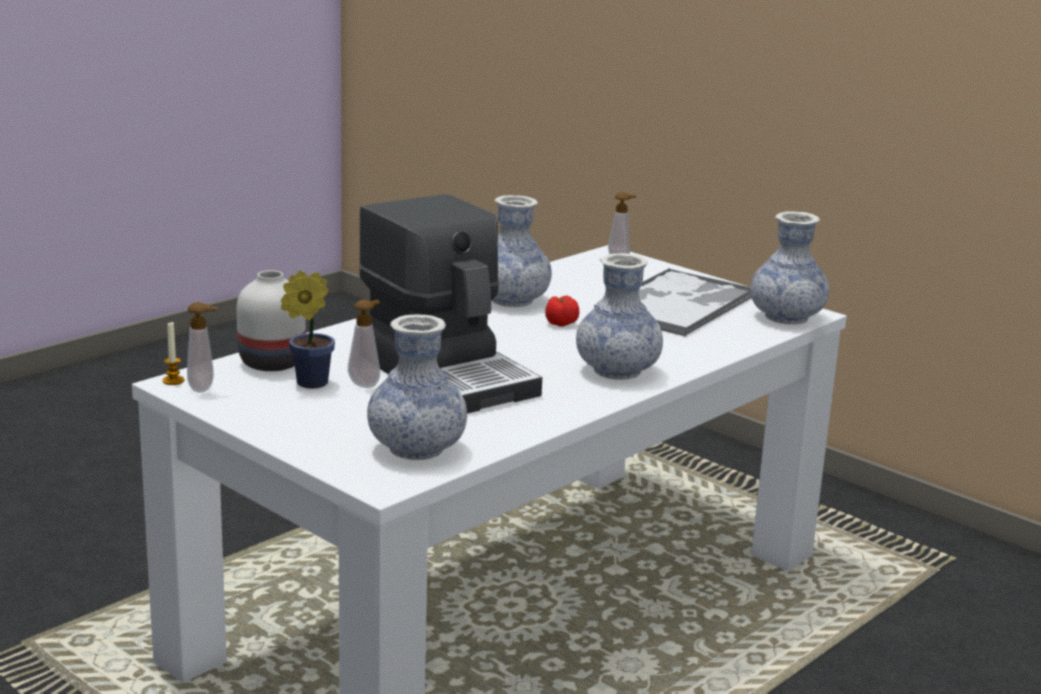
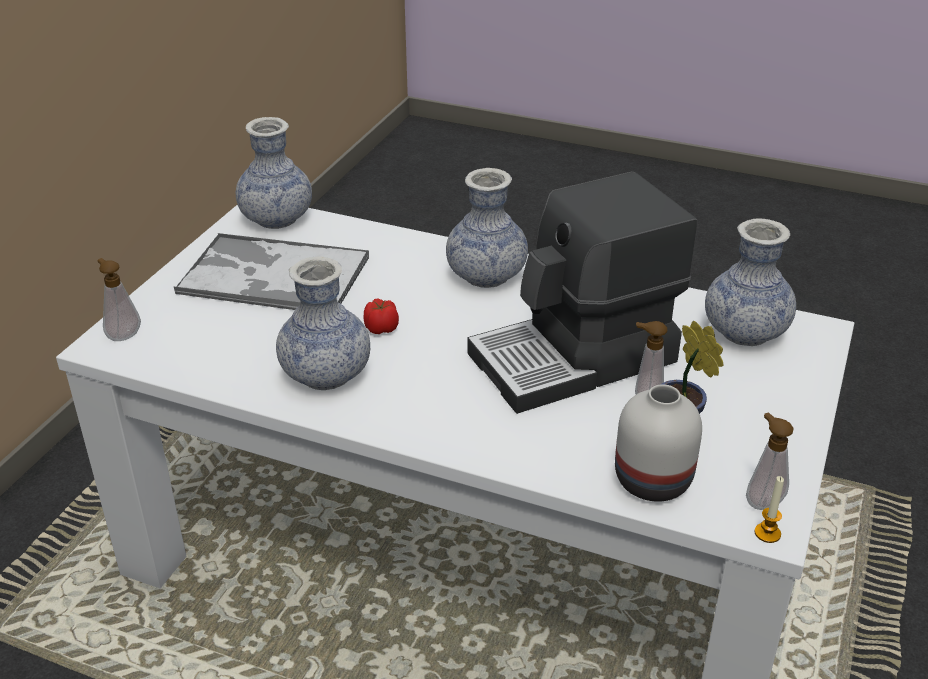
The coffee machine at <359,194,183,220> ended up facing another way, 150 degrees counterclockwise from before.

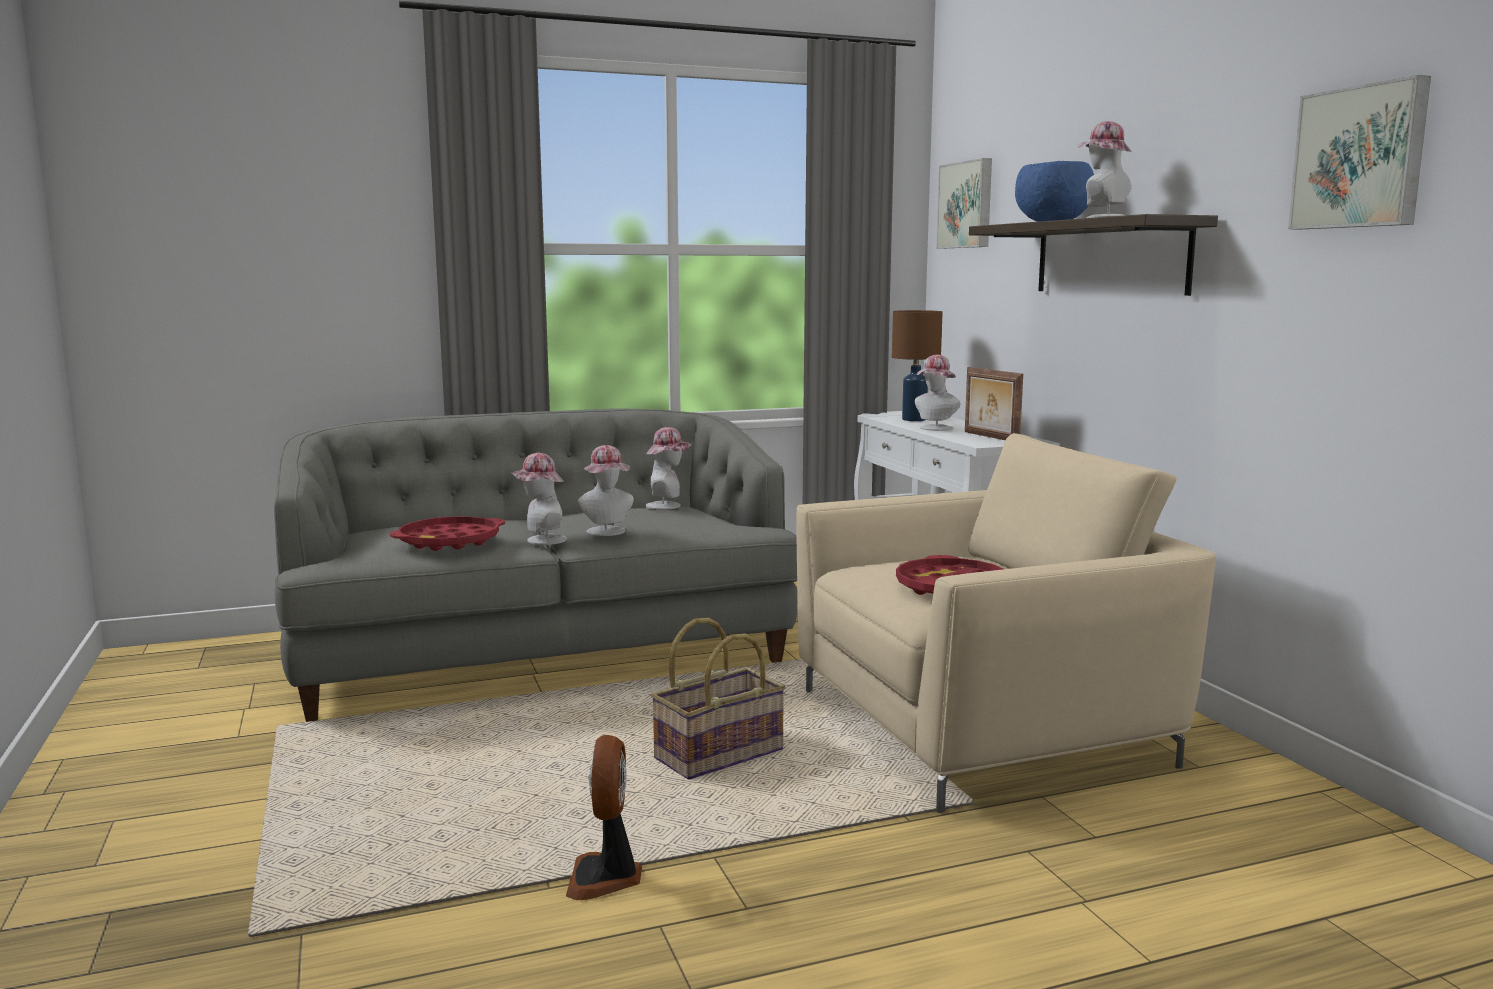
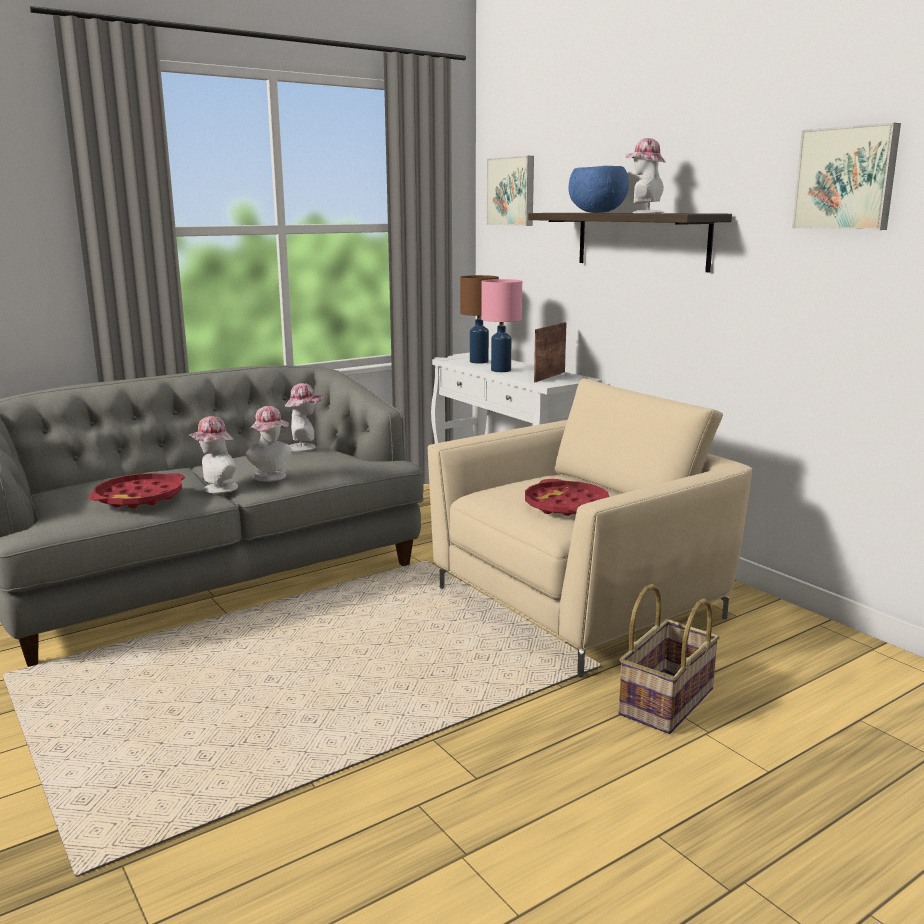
Where the hat stood at <915,355,45,76>, the table lamp in pink came to stand at <481,279,41,93>.
The picture frame at <965,367,58,73> ended up facing another way, 75 degrees clockwise from before.
The basket ended up elsewhere, having gone from <651,618,135,161> to <618,584,102,150>.
The second view lost the fan at <566,735,76,165>.

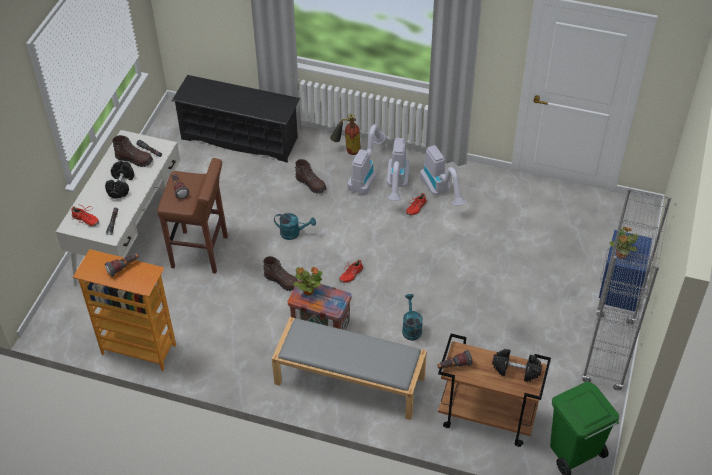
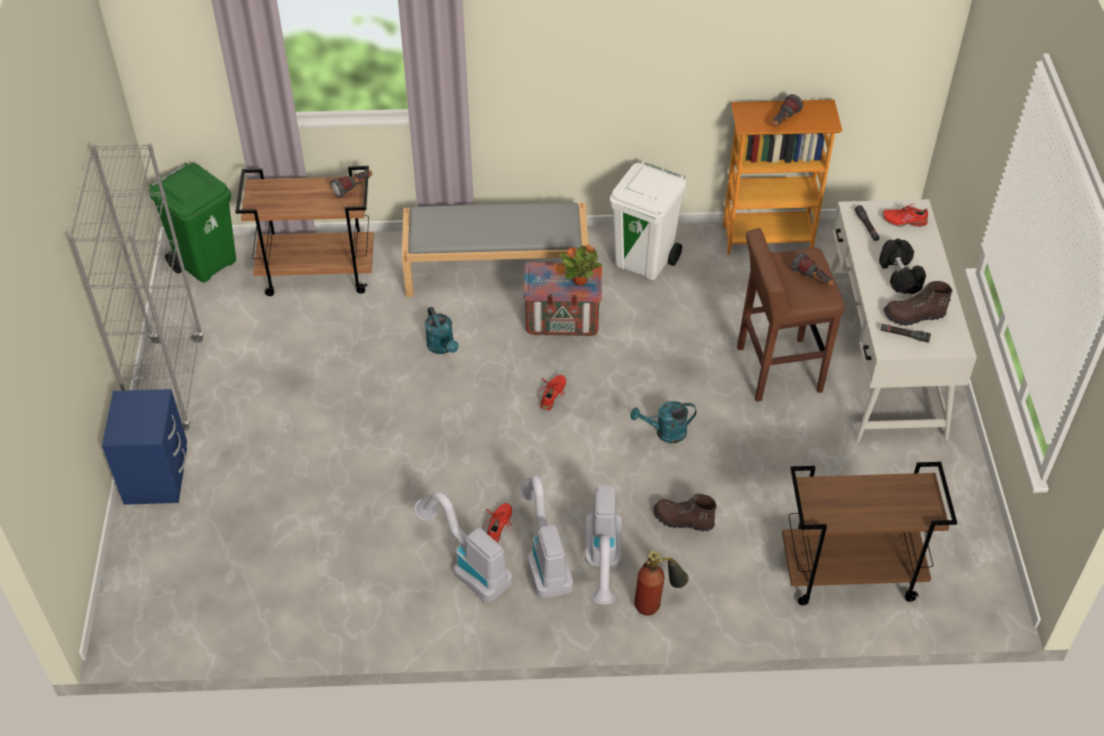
The second view gained the trash can in white at <610,161,76,120>.
Where the shoe rack in black stood at <172,75,128,87>, the cart in brown came to stand at <782,462,175,143>.
The second view lost the boot in brown at <263,256,35,35>.
The second view lost the dumbbell in black at <492,349,50,33>.
The second view lost the potted plant at <609,227,29,31>.

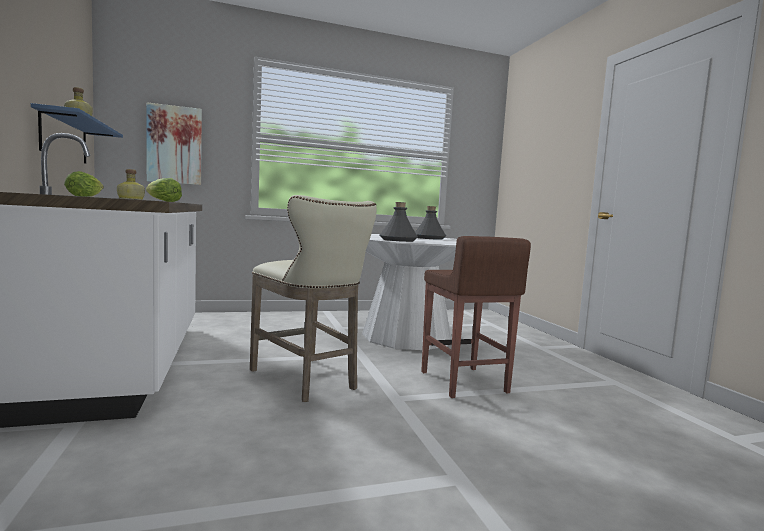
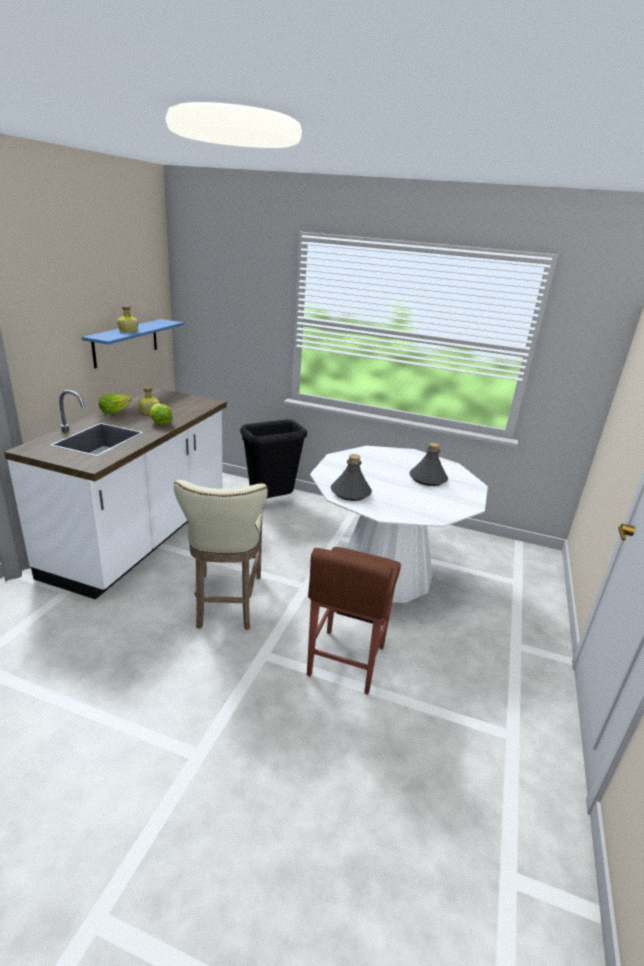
The second view gained the trash can in black at <240,419,67,79>.
The second view lost the picture at <146,102,56,83>.

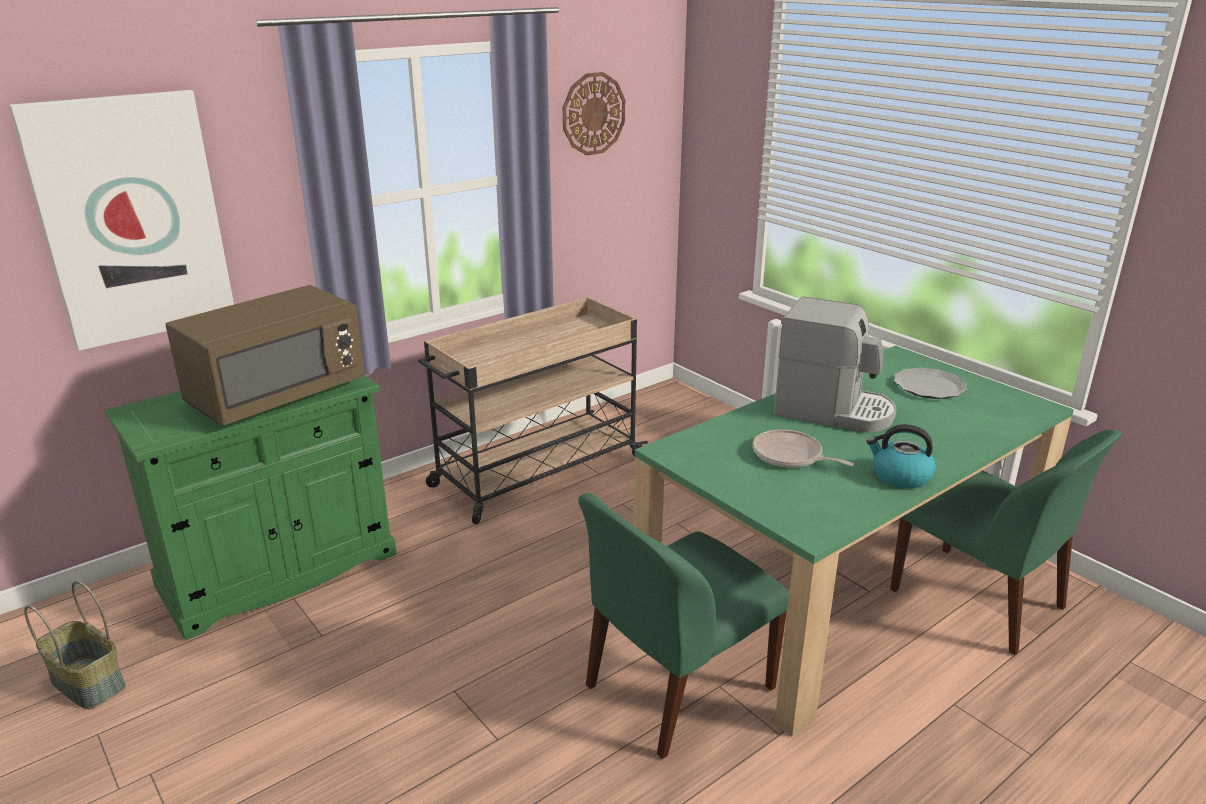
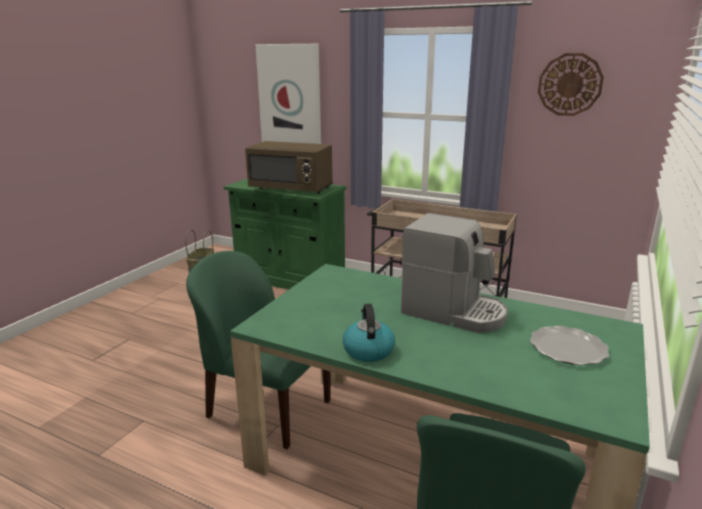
The coffee machine at <774,296,122,137> ended up facing another way, 60 degrees counterclockwise from before.
The second view lost the frying pan at <753,429,101,39>.

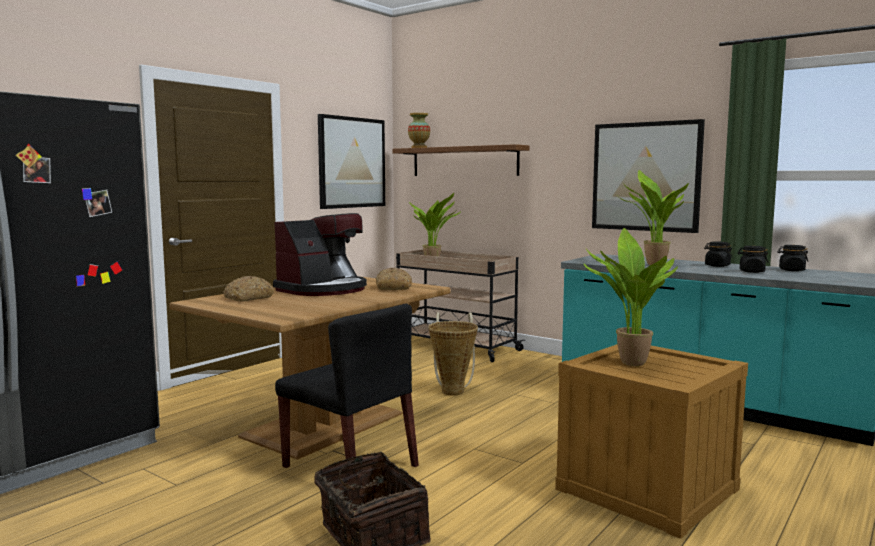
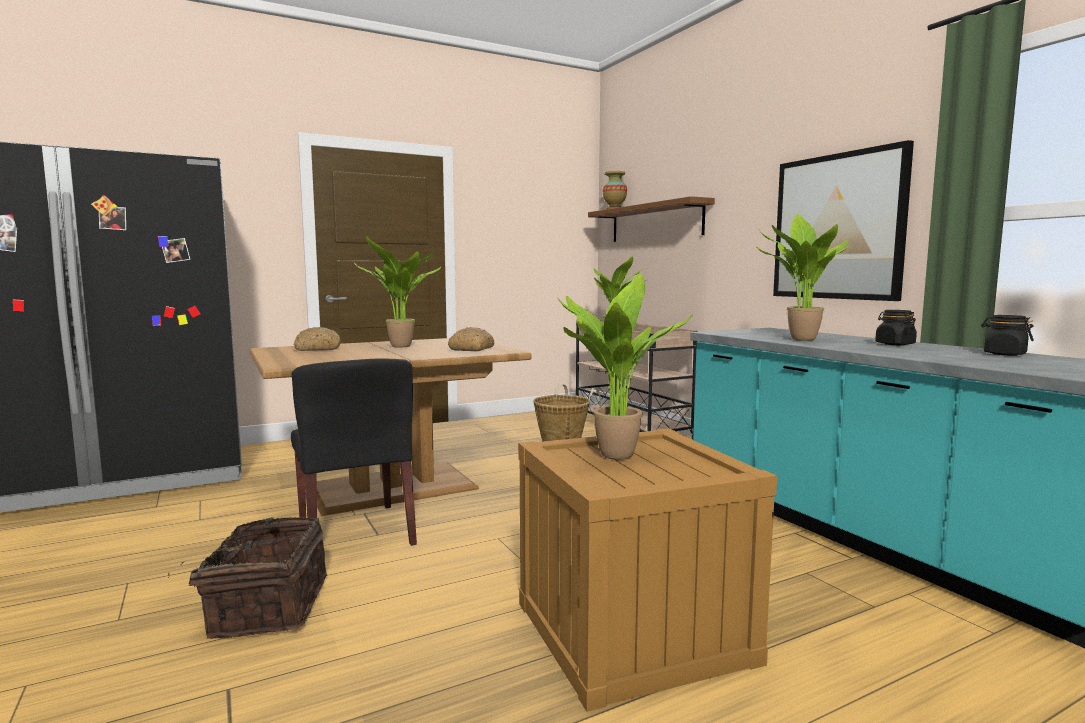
Where the coffee machine stood at <273,213,94,83>, the potted plant came to stand at <354,236,87,112>.
The second view lost the picture at <318,114,67,95>.
The second view lost the jar in black at <737,246,31,27>.

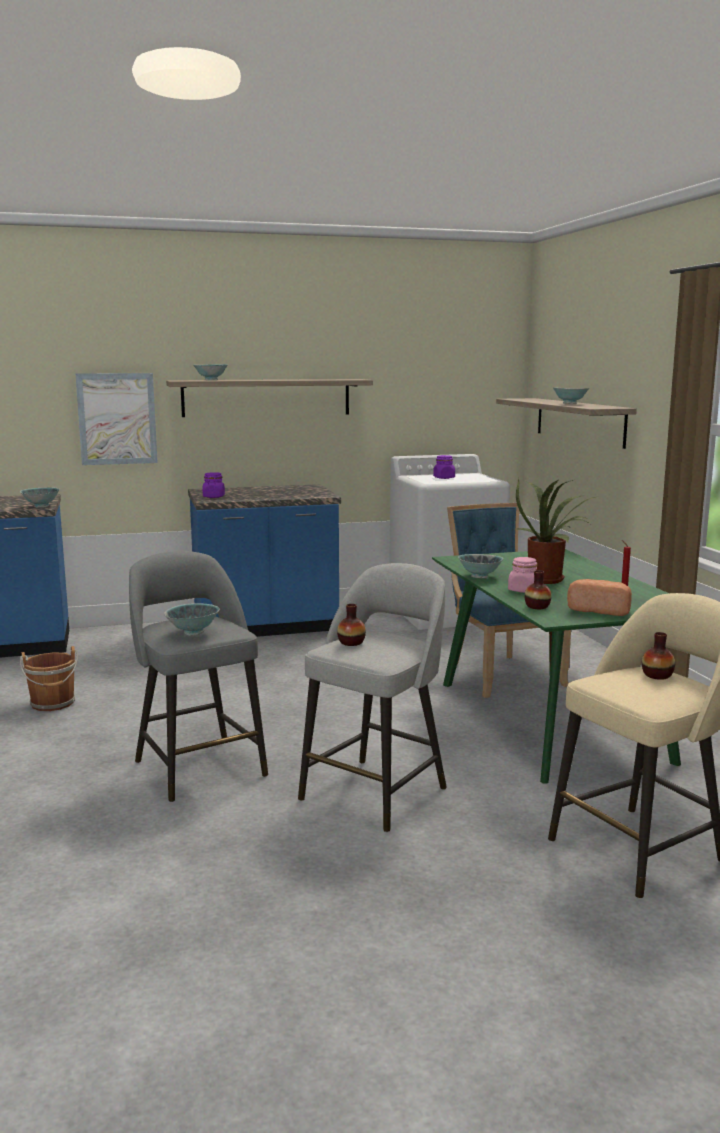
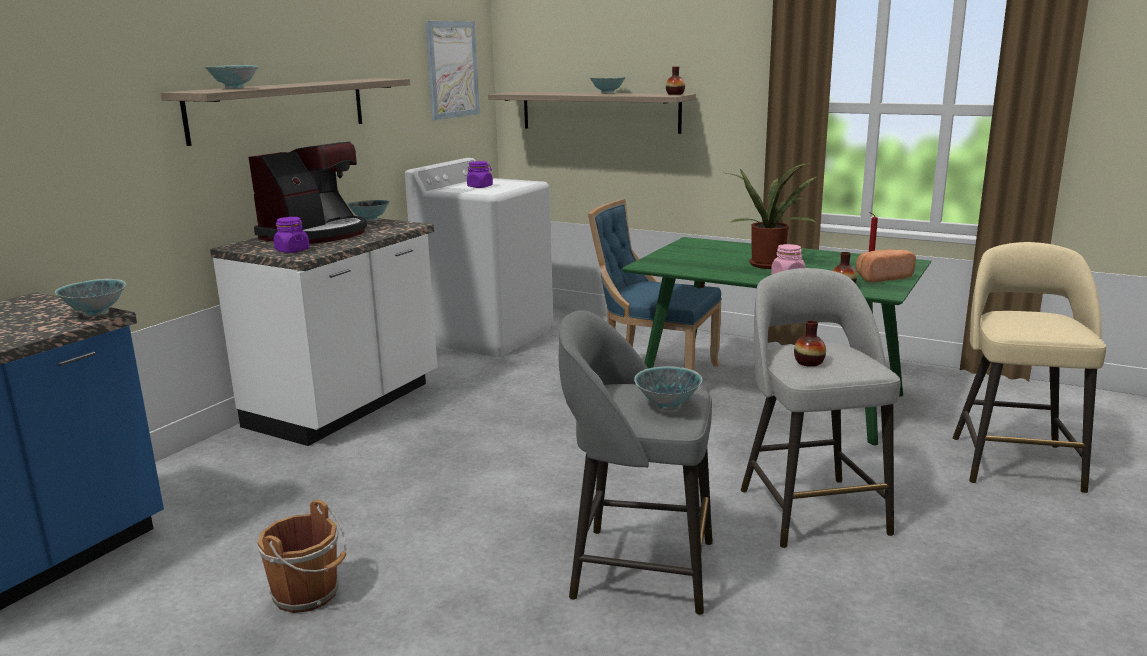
What was the counter in blue at <188,484,153,153> turned into the counter in white at <210,218,227,228>.
The second view gained the coffee machine at <249,142,118,102>.
The bowl ended up elsewhere, having gone from <458,554,45,24> to <347,200,43,22>.
The picture ended up elsewhere, having gone from <76,373,82,92> to <425,21,55,99>.
The vase ended up elsewhere, having gone from <642,632,33,48> to <666,66,19,29>.

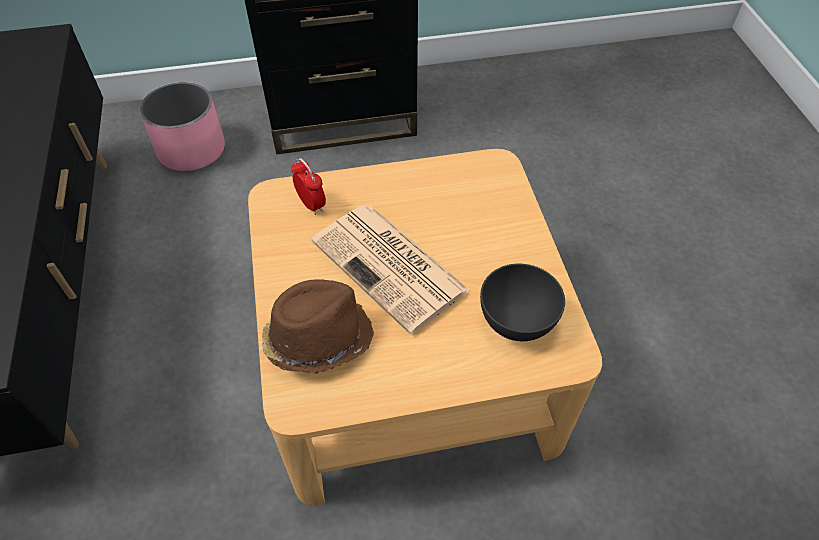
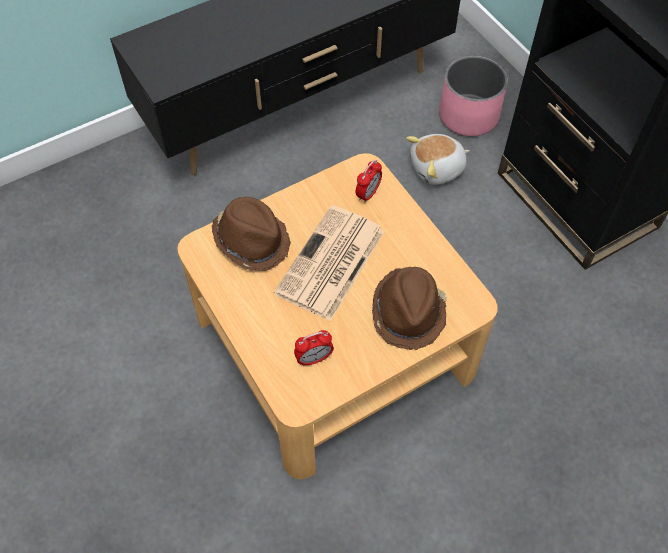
Where the bowl in grey stood at <480,264,85,77>, the alarm clock came to stand at <294,330,40,36>.
The second view gained the hat in brown at <372,267,75,83>.
The second view gained the plush toy at <406,134,64,51>.

